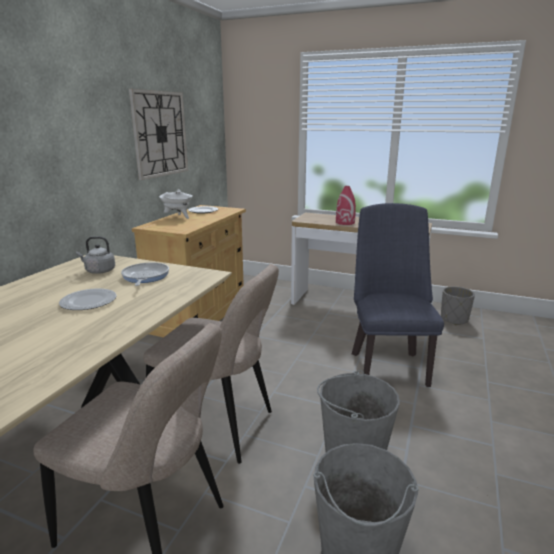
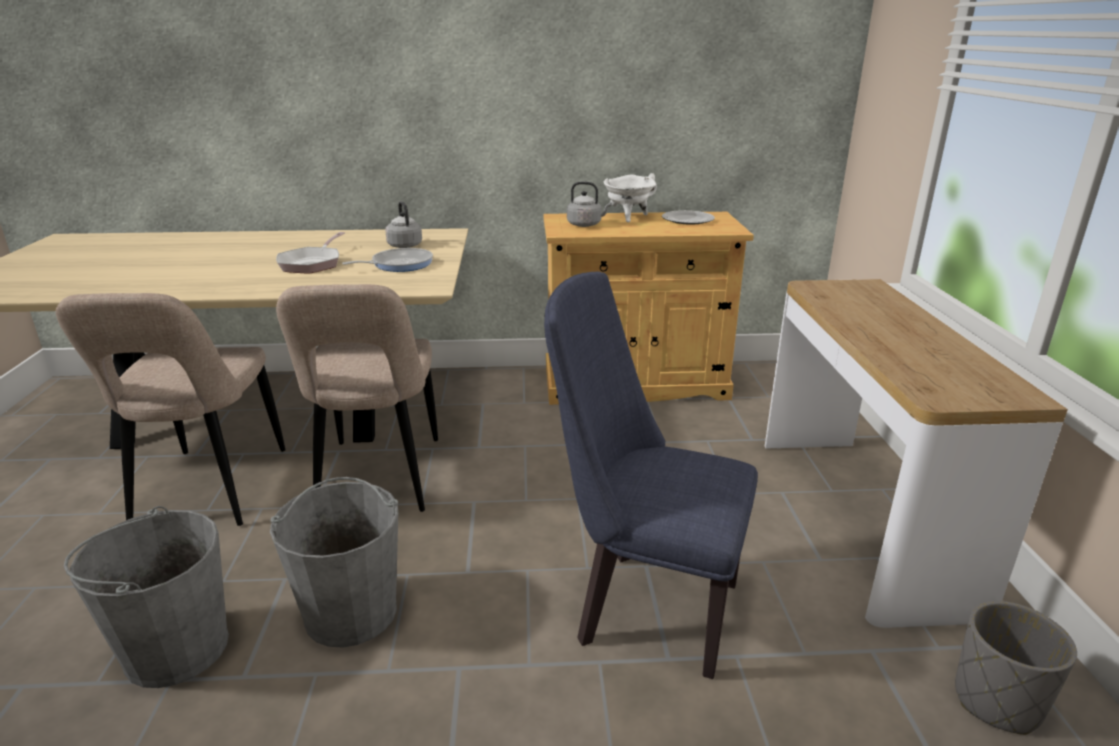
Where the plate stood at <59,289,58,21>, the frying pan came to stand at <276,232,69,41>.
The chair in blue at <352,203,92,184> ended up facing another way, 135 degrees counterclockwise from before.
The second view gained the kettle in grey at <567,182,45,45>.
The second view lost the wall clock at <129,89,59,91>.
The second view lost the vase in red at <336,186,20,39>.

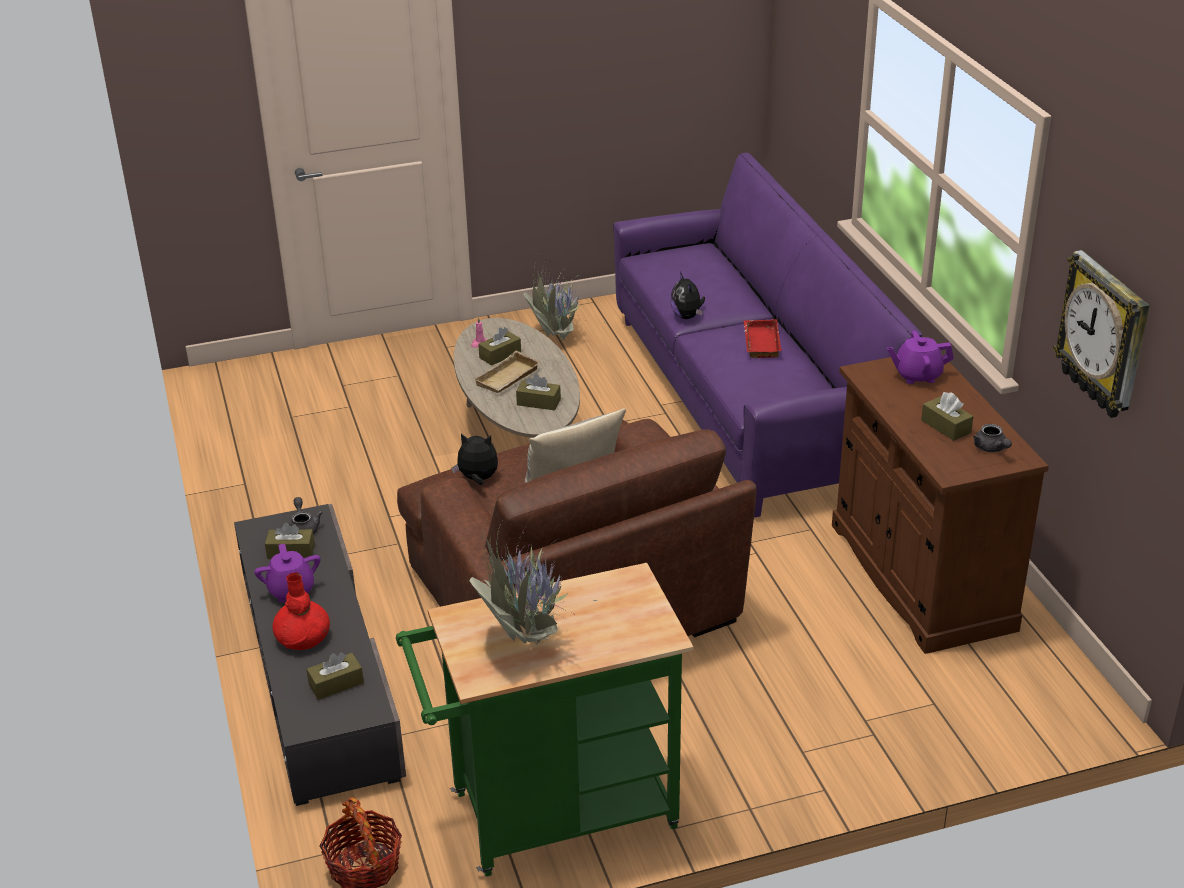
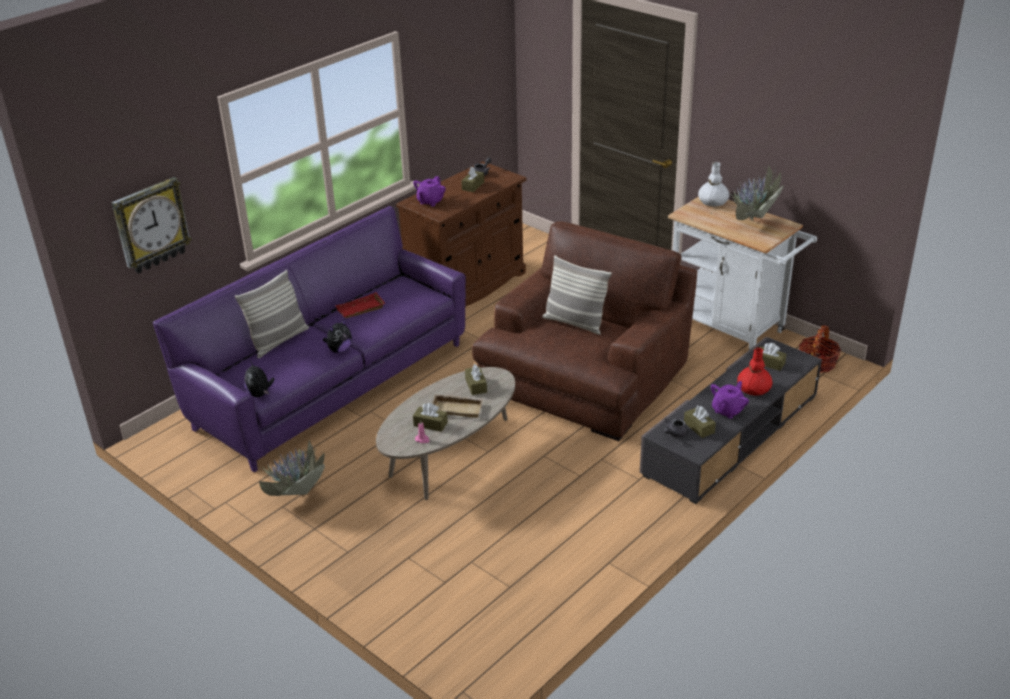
The wall clock ended up elsewhere, having gone from <1053,250,97,168> to <111,177,81,97>.
The second view gained the pillow at <235,270,74,88>.
The plush toy ended up elsewhere, having gone from <452,433,46,52> to <244,362,30,35>.
The teapot in purple at <887,331,67,53> ended up facing another way, 60 degrees clockwise from before.
What was the cart in green at <396,563,298,314> turned into the cart in white at <668,197,149,153>.
The second view gained the vase in white at <698,162,31,44>.

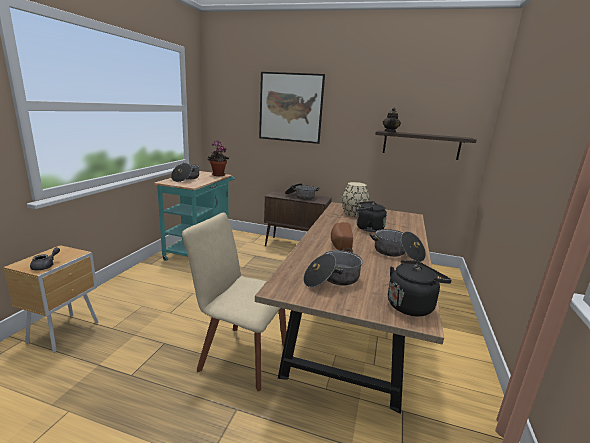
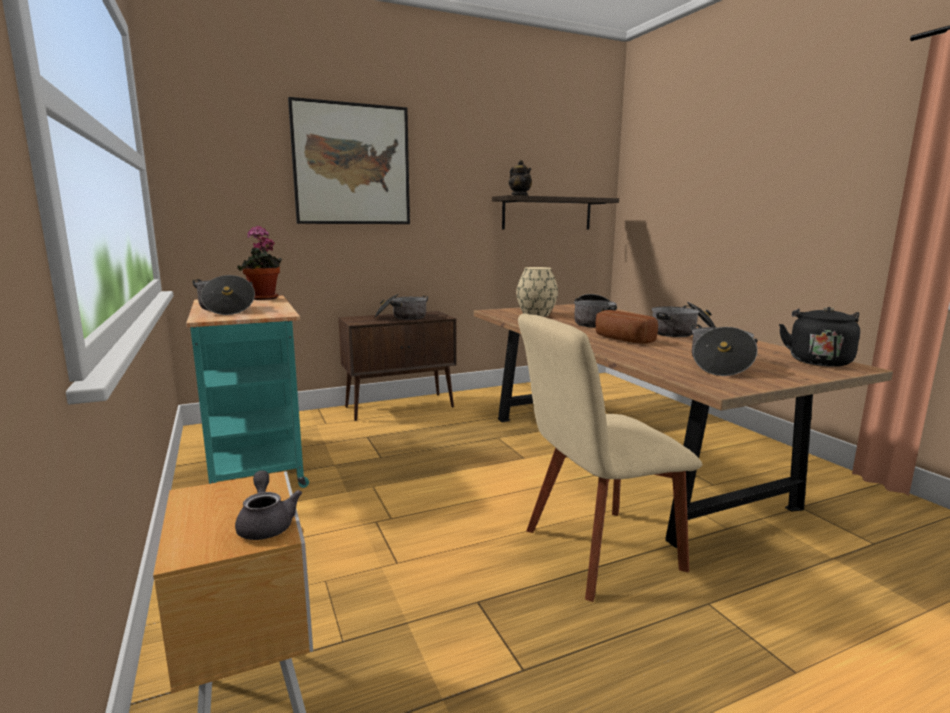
Where the kettle in black stood at <356,201,31,31>, the cooking pot came to stand at <574,294,43,34>.

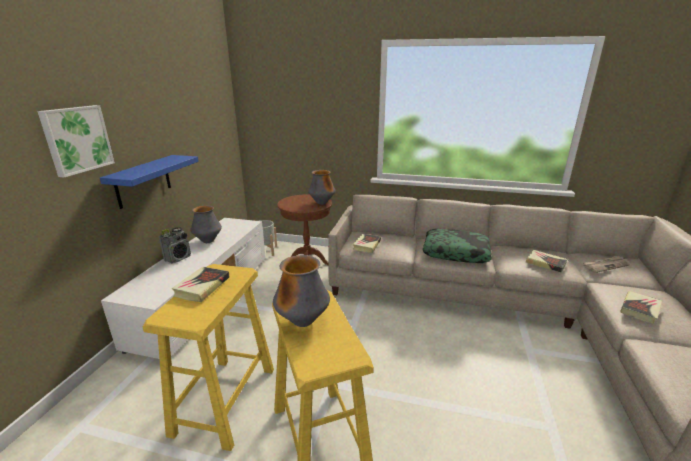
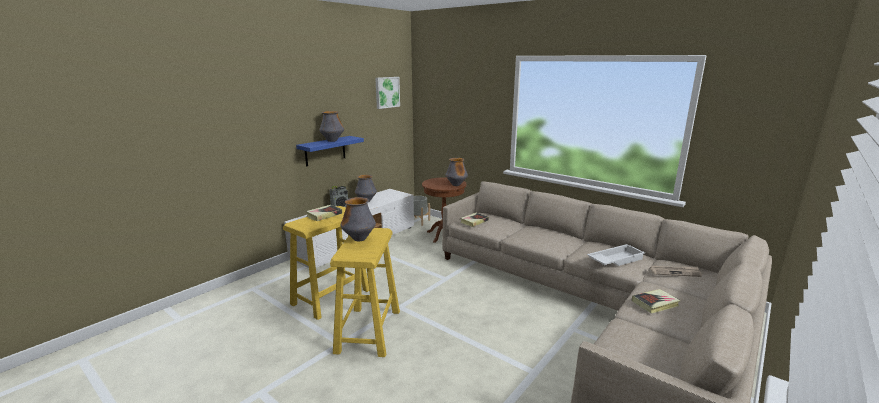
The second view gained the vase at <319,111,25,31>.
The picture ended up elsewhere, having gone from <37,105,78,73> to <375,77,25,32>.
Where the book stood at <525,250,42,22>, the tray in white came to stand at <587,244,58,22>.
The second view lost the pillow at <422,229,70,34>.

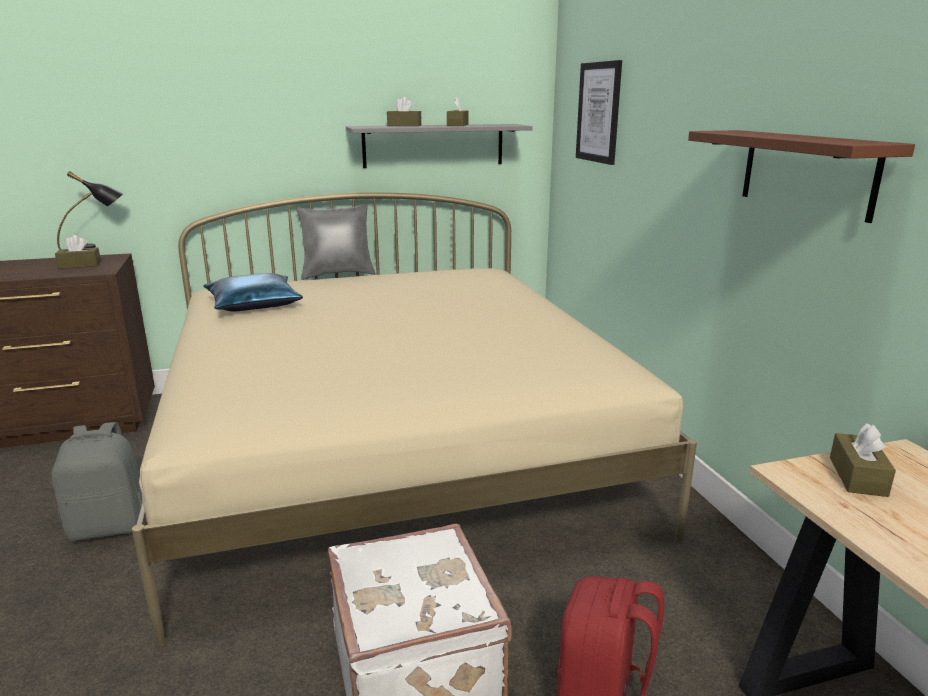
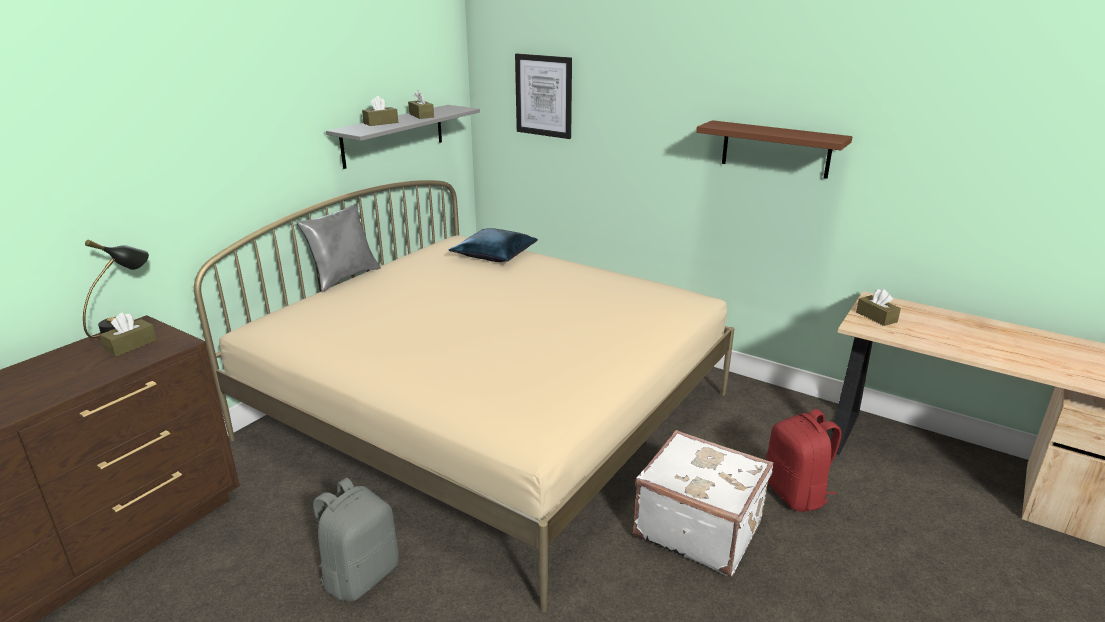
The pillow in blue ended up elsewhere, having gone from <203,273,100,38> to <448,228,90,34>.

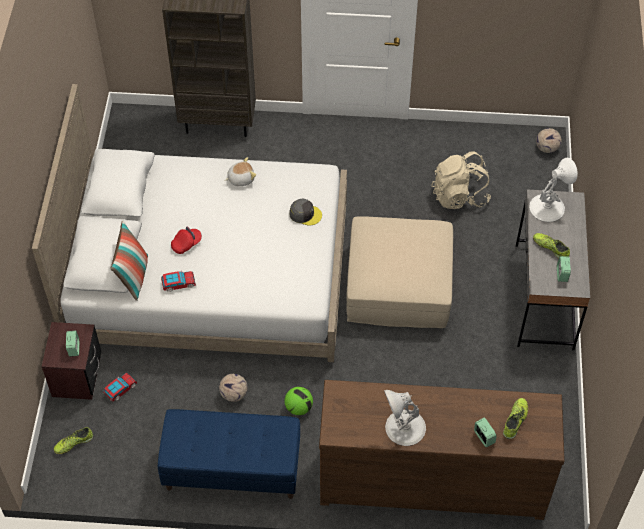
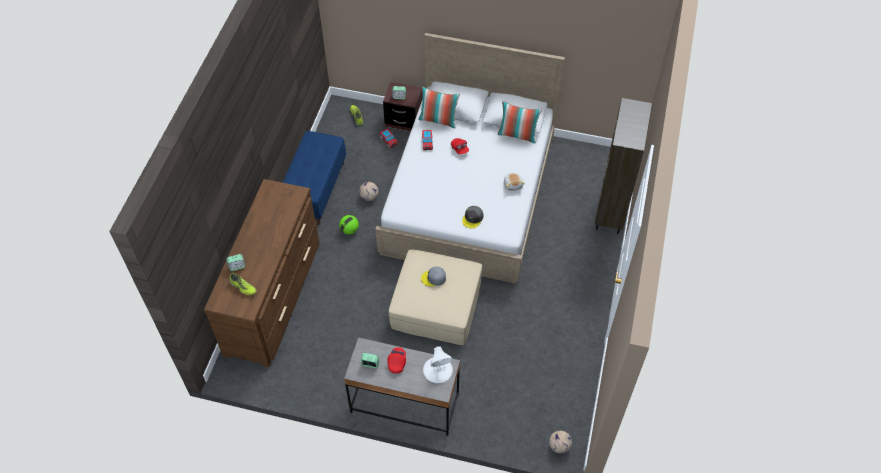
Where the shoe stood at <533,233,37,26>, the cap in red came to stand at <387,347,19,27>.
The second view gained the cap in grey at <421,266,25,21>.
The second view gained the pillow at <498,101,44,43>.
The second view lost the table lamp in white at <384,390,42,56>.
The second view lost the backpack in beige at <431,151,60,58>.

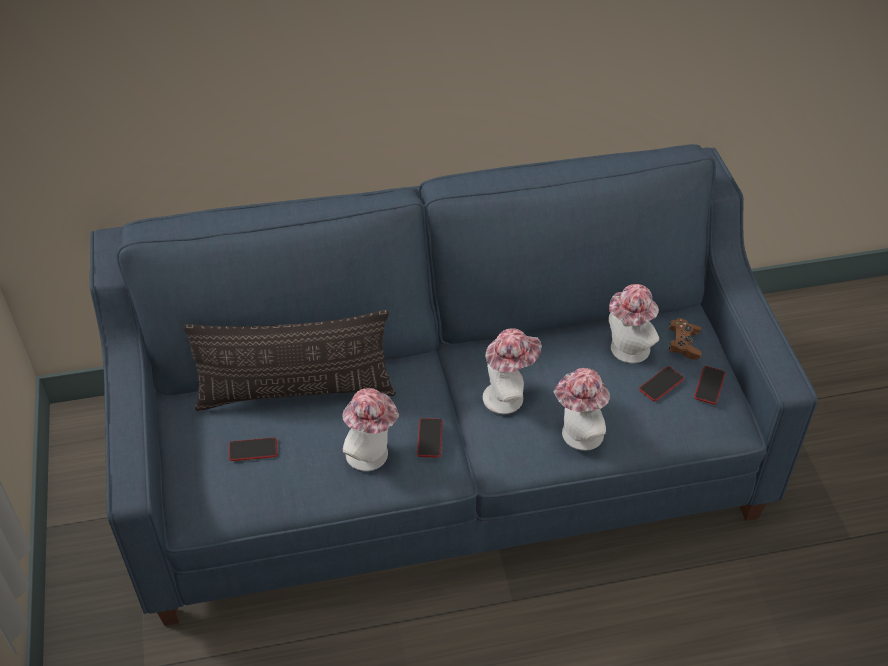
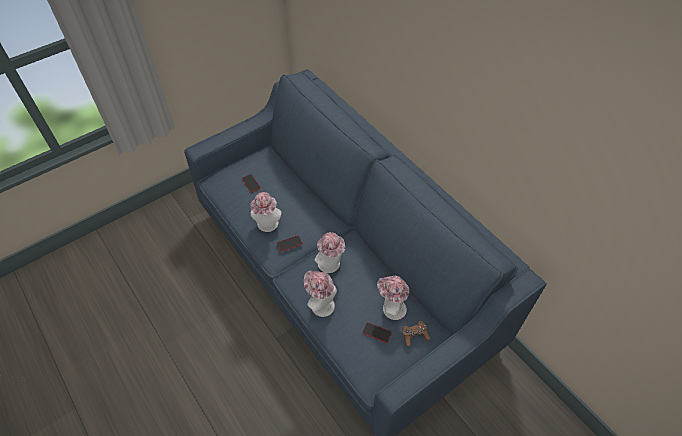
The second view lost the pillow at <183,310,213,101>.
The second view lost the phone at <694,366,31,38>.

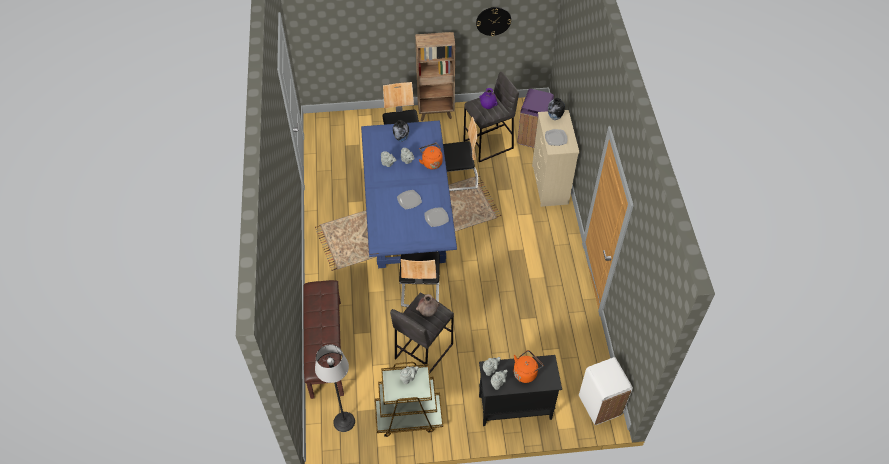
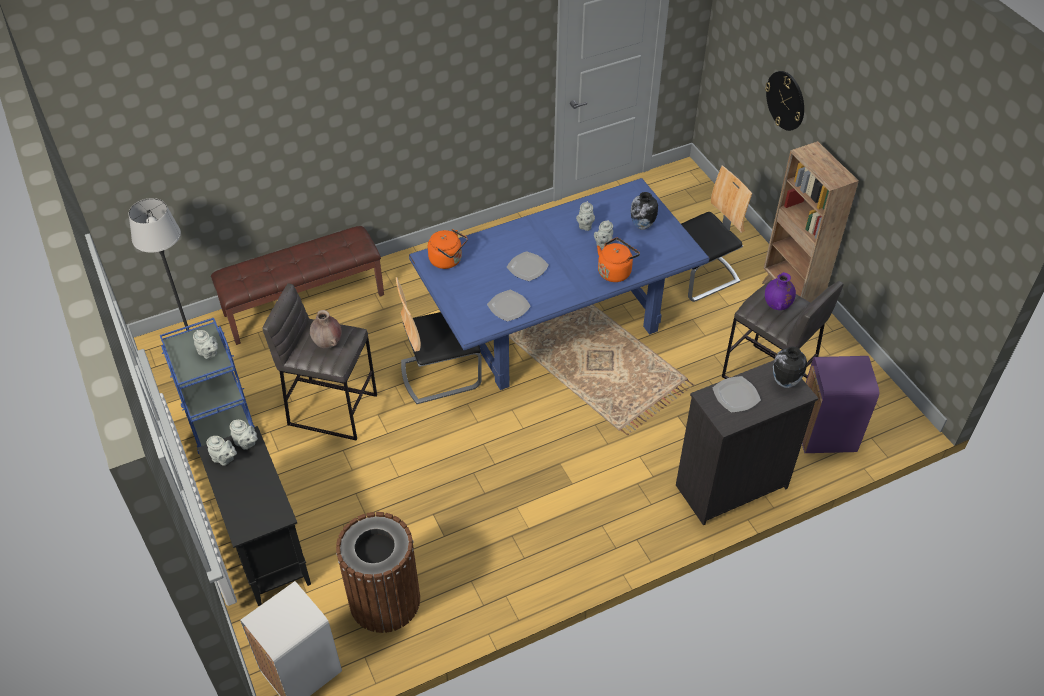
What was the cart in brown at <375,362,68,75> turned into the cart in blue at <160,318,95,137>.
The second view gained the trash can in brown at <336,512,84,121>.
The kettle in orange ended up elsewhere, having gone from <513,350,30,33> to <428,229,40,40>.
What was the dresser in beige at <532,110,48,97> turned into the dresser in black at <676,360,142,165>.
The wall clock ended up elsewhere, having gone from <476,7,35,29> to <765,71,39,60>.
The second view lost the chair at <443,117,35,74>.

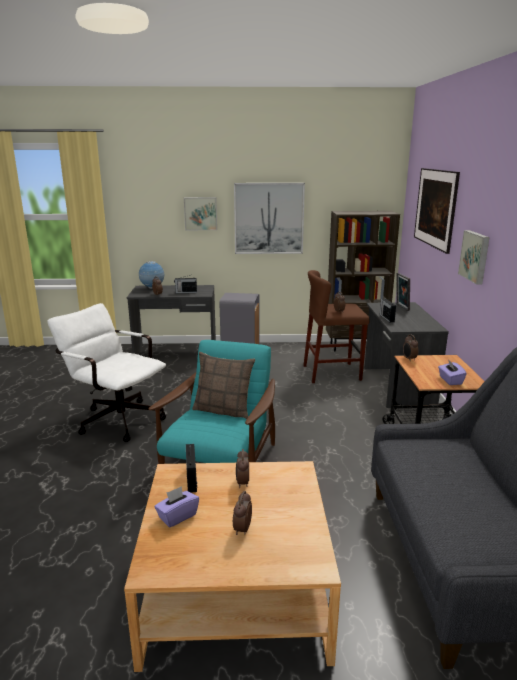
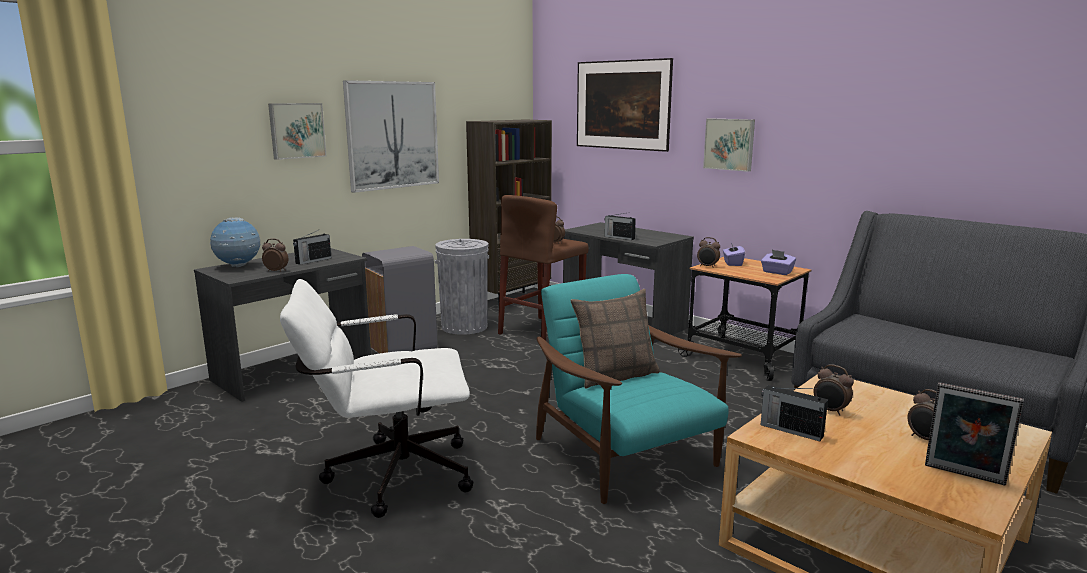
The second view gained the trash can in grey at <435,239,54,96>.
The tissue box in purple ended up elsewhere, having gone from <154,486,45,42> to <723,243,22,23>.
The picture frame ended up elsewhere, having gone from <397,273,13,38> to <925,382,99,104>.

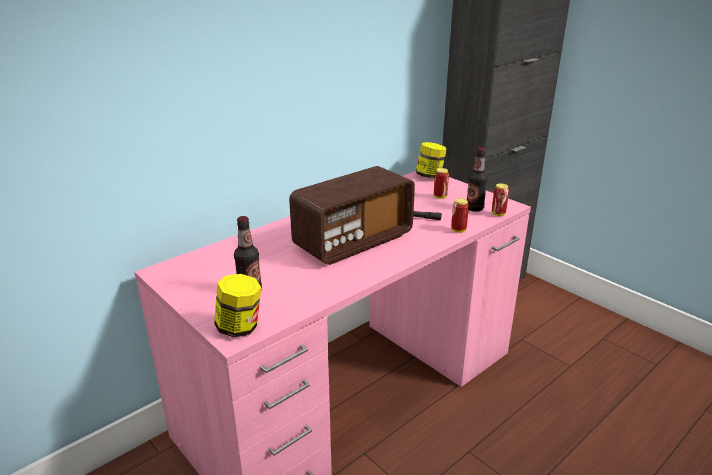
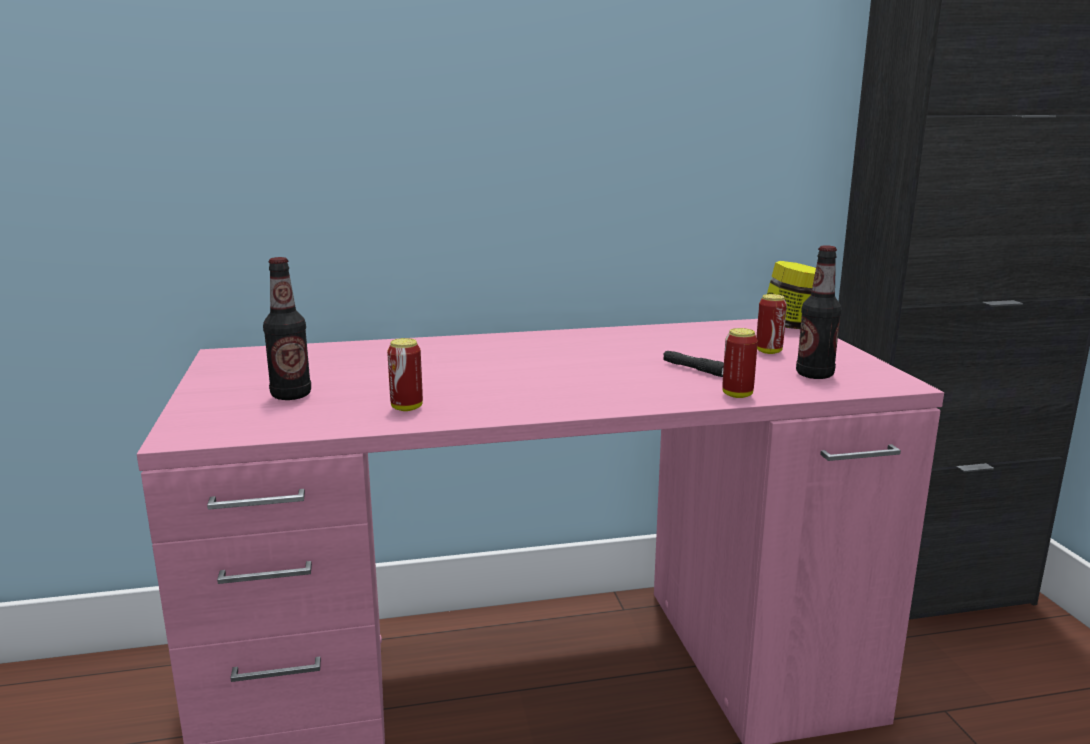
The can ended up elsewhere, having gone from <492,183,17,33> to <387,338,36,73>.
The second view lost the jar at <214,274,47,64>.
The second view lost the radio at <289,166,126,99>.

